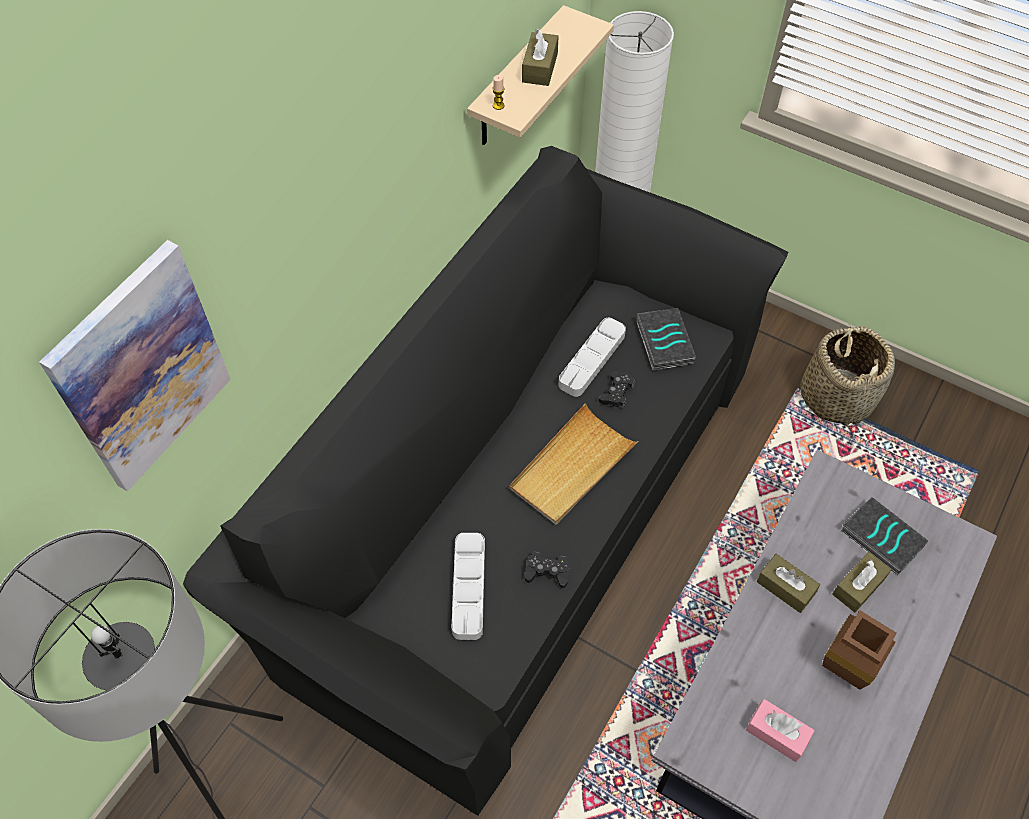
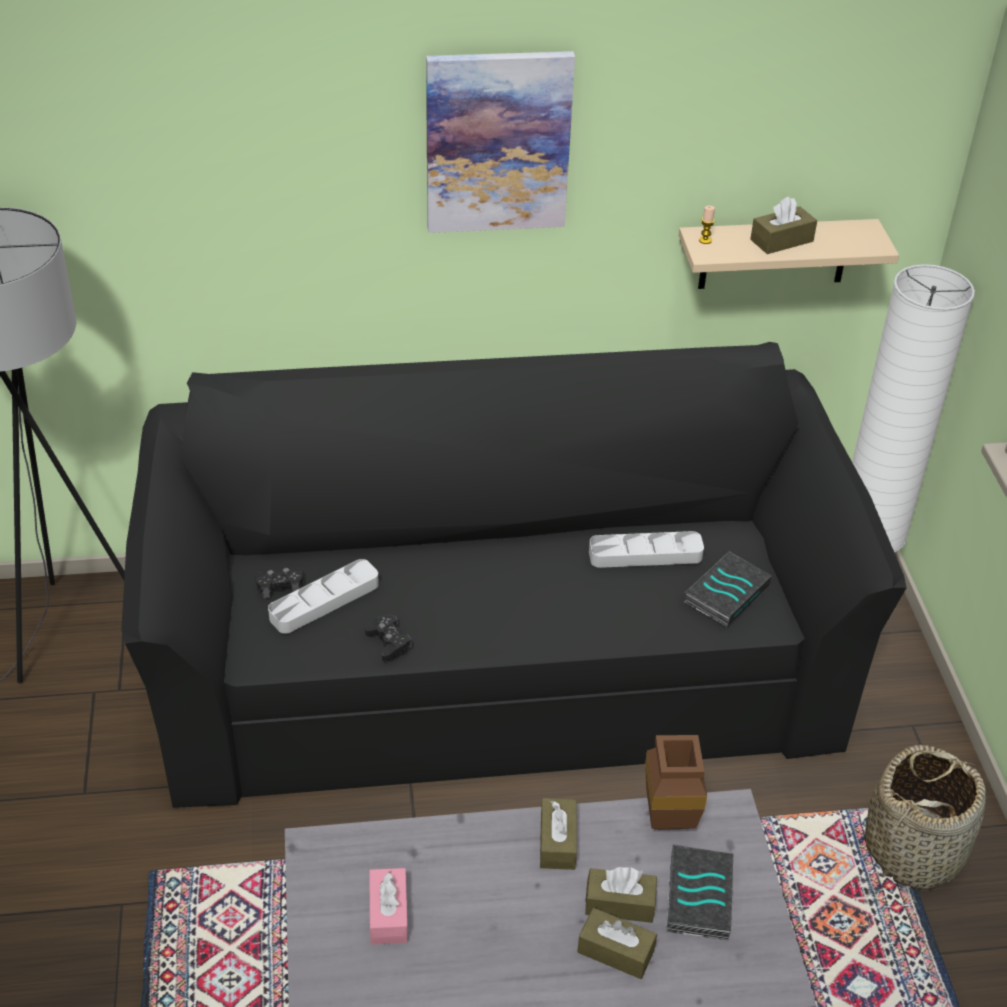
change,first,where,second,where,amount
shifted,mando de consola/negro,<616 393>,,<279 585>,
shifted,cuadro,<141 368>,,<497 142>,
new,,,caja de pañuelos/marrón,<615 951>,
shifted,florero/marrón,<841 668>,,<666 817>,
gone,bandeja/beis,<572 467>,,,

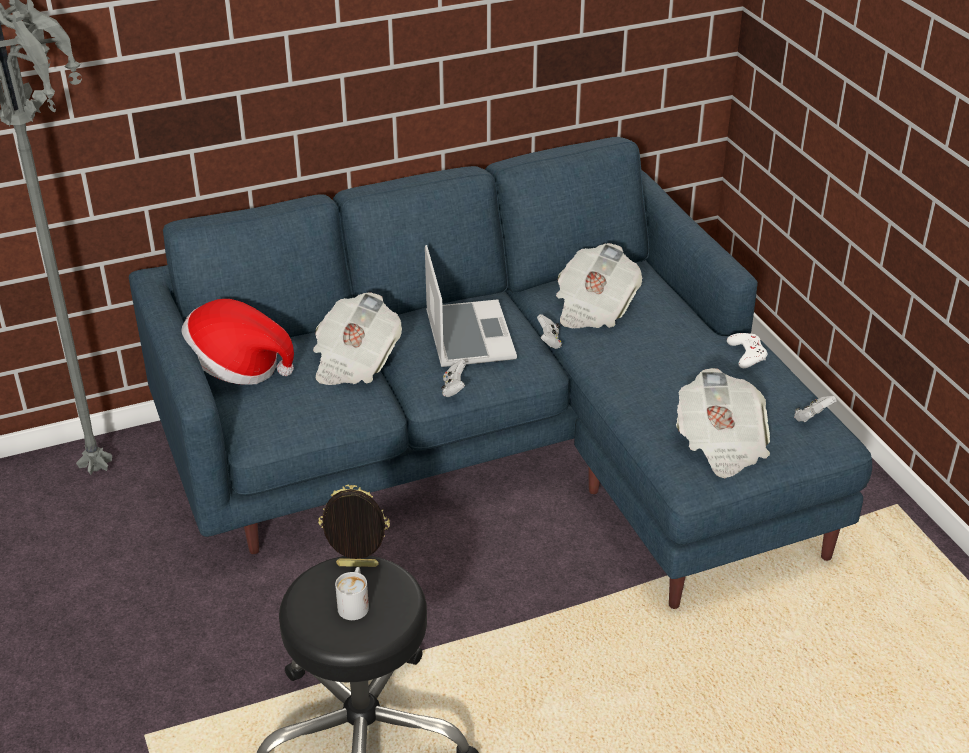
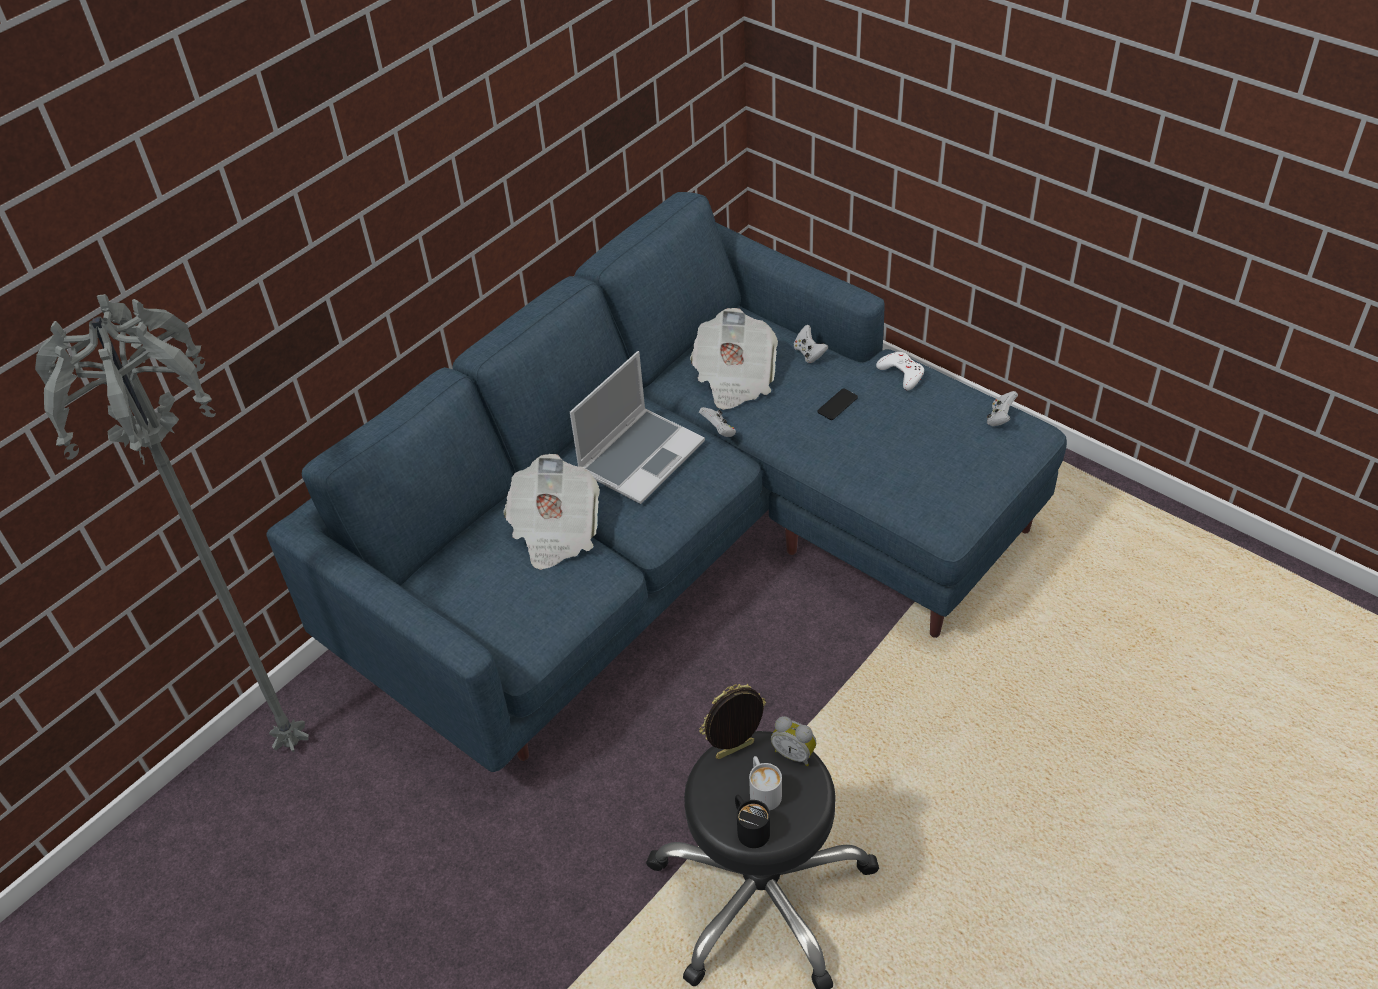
change,first,where,second,where,amount
rotated,portátil,<467 335>,,<641 456>,75 degrees clockwise
new,,,taza grande/negro,<749 828>,
new,,,despertador,<794 753>,
shifted,mando de consola/blanco,<454 389>,,<809 353>,
new,,,móvil,<837 405>,
gone,sombrero,<237 368>,,,
gone,periódico,<721 444>,,,

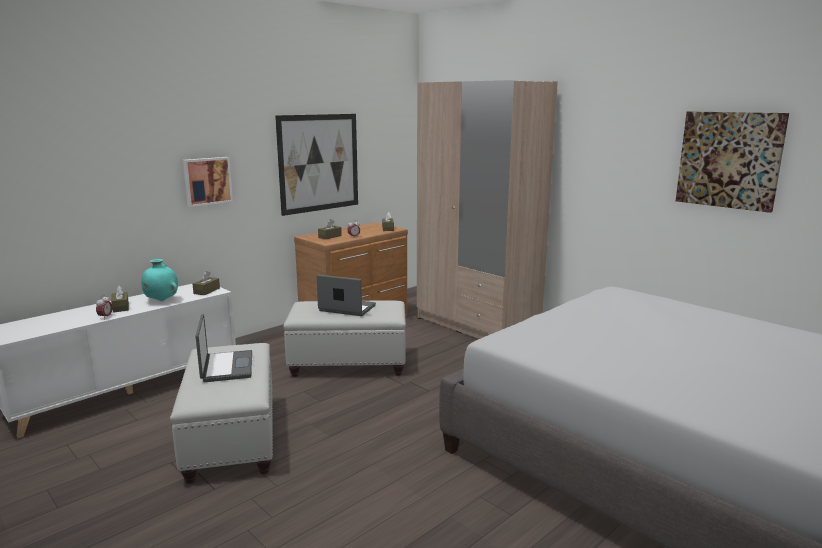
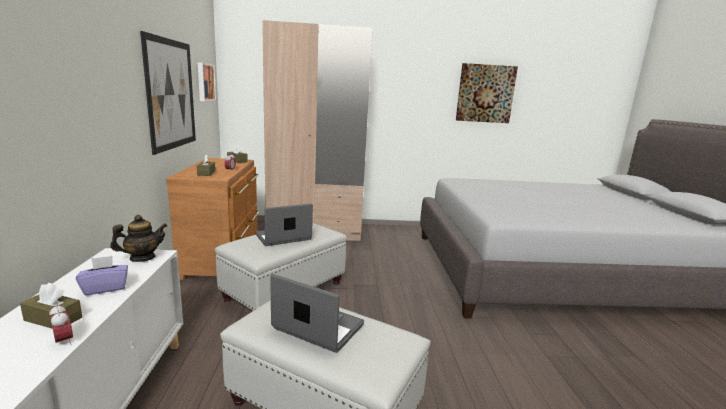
change,first,where,second,where,amount
swapped,florero/turquesa,<161 301>,caja de pañuelos/morado,<105 288>,
swapped,caja de pañuelos/marrón,<206 291>,tetera,<142 258>,
shifted,cuadro,<207 181>,,<205 82>,

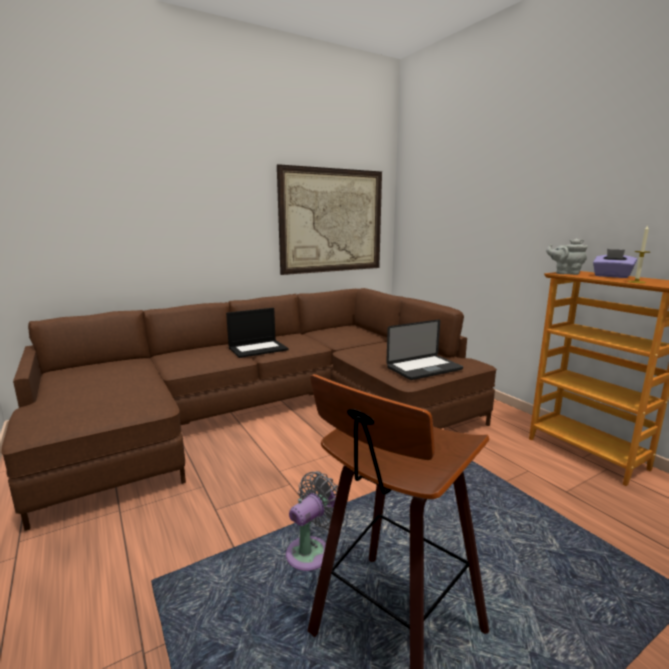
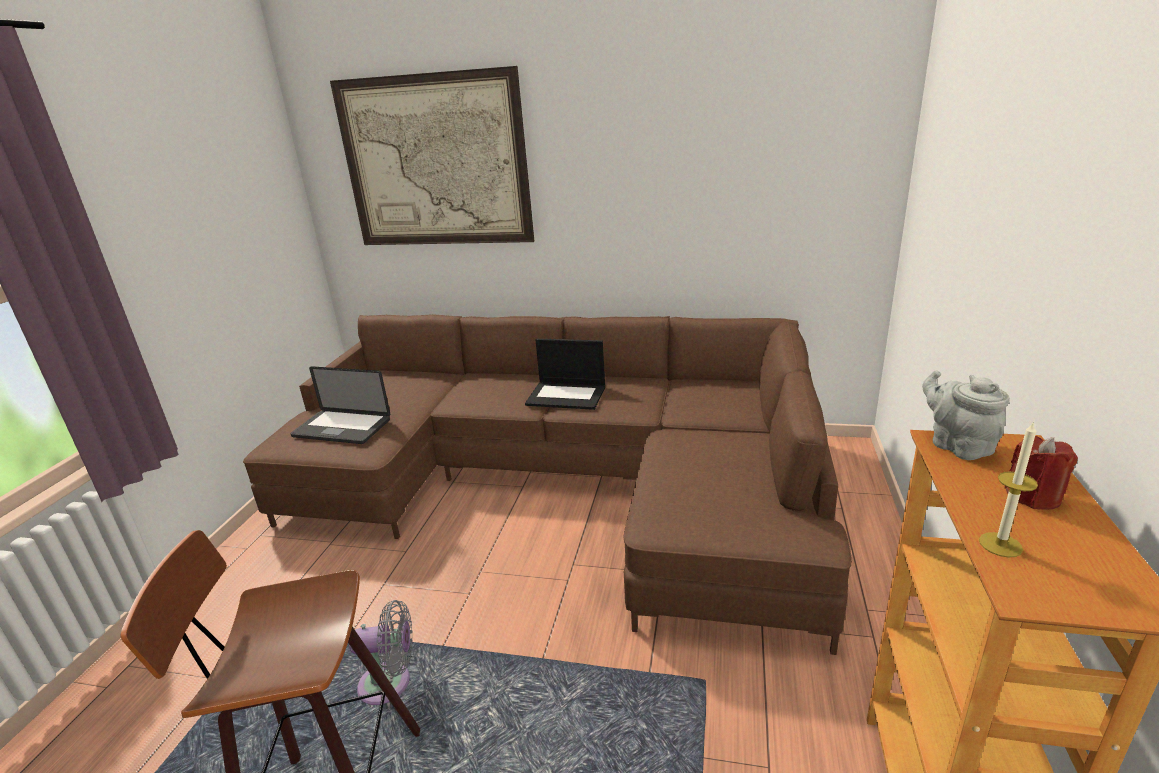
change,first,where,second,where,amount
shifted,portátil,<424 368>,,<342 428>,
shifted,cuadro,<332 221>,,<435 162>,
swapped,caja de pañuelos/morado,<611 276>,vela/rojo,<1033 496>,

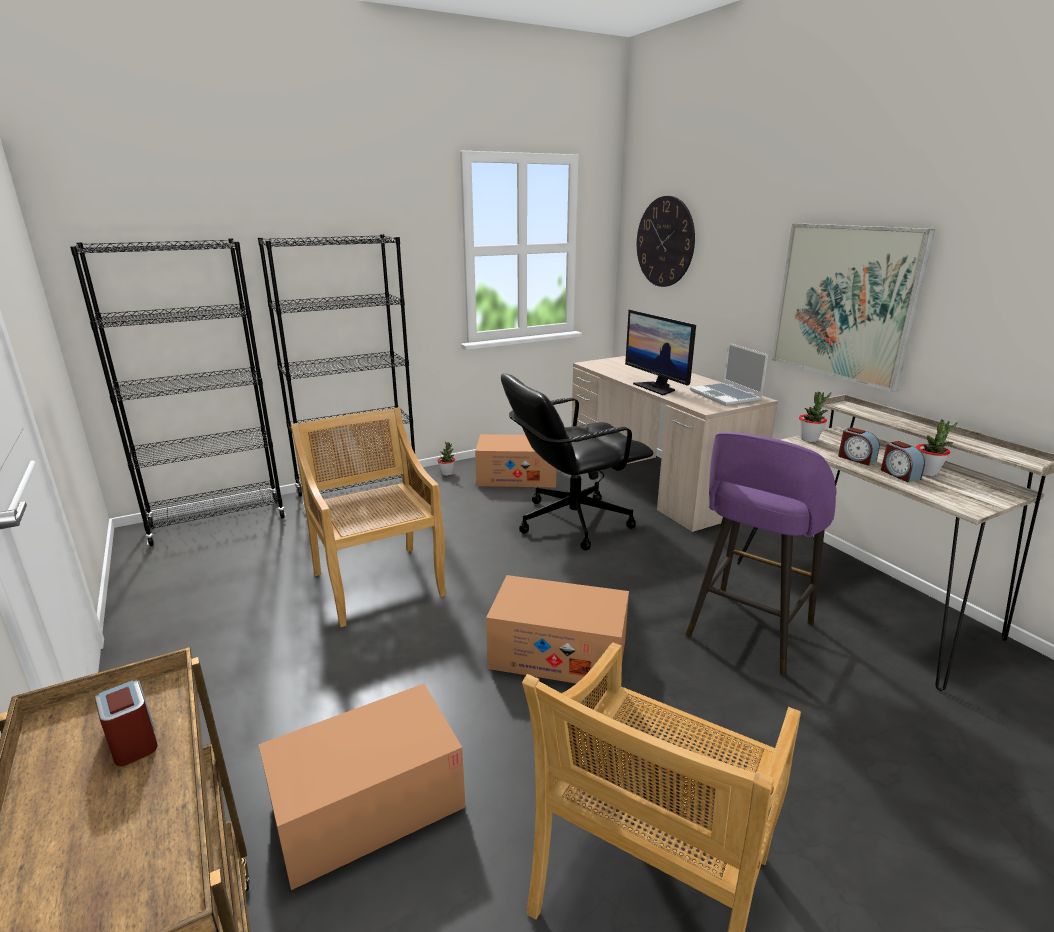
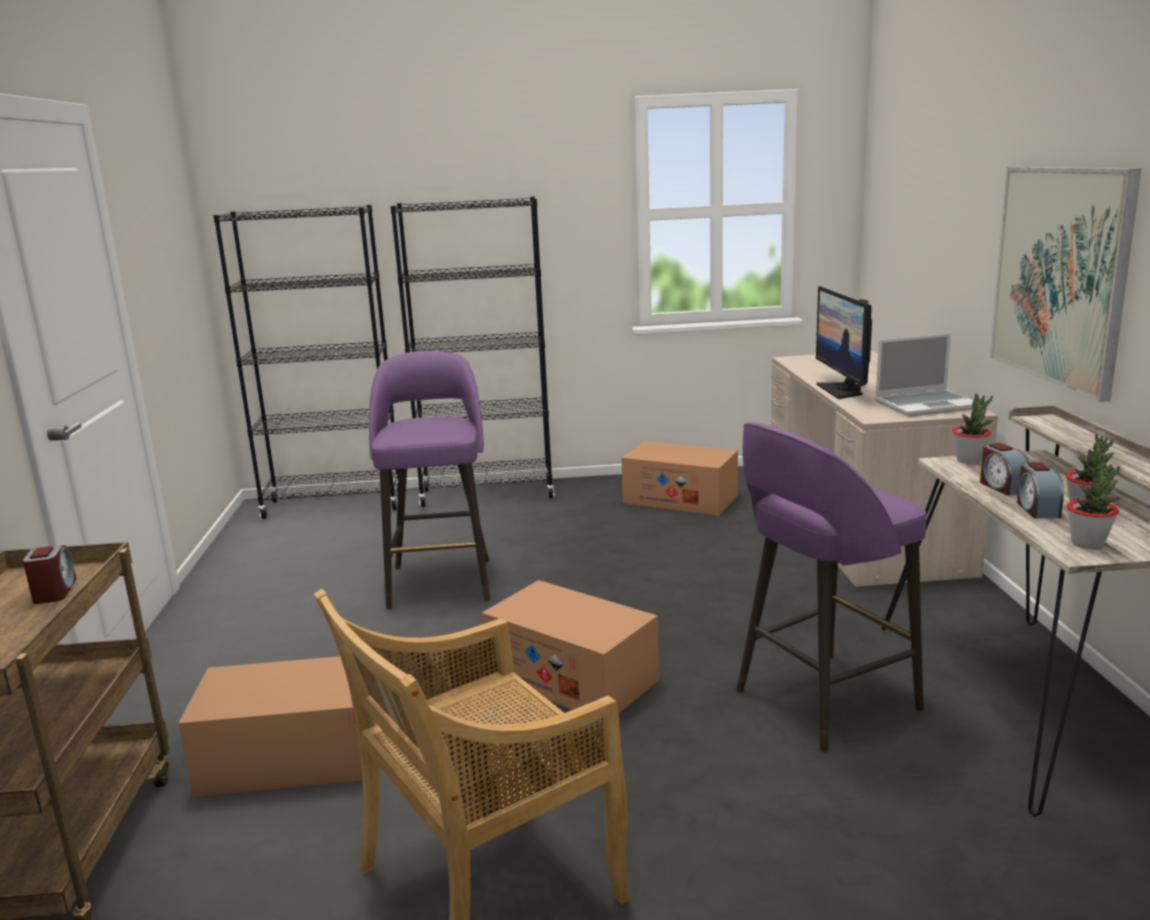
change,first,where,second,where,amount
swapped,silla/beis,<378 583>,taburete/morado,<441 581>,
rotated,portátil,<726 396>,,<927 405>,105 degrees counterclockwise
shifted,planta en maceta,<447 473>,,<1087 544>,
gone,silla de oficina/negro,<572 521>,,,
gone,reloj de pared,<665 242>,,,

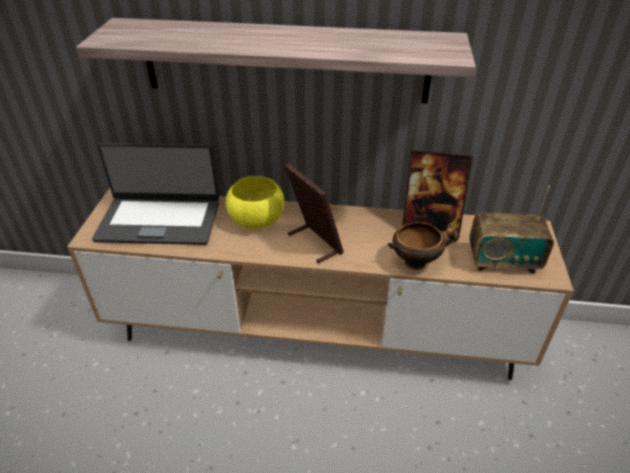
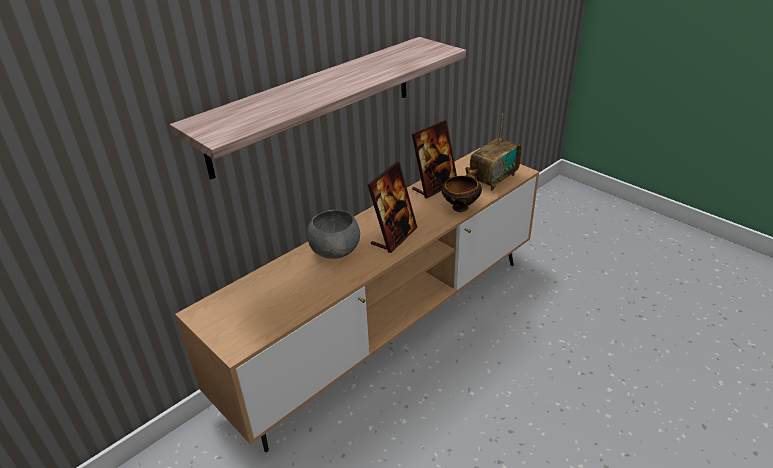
change,first,where,second,where,amount
repainted,cuenco/amarillo,<256 220>,cuenco/gris,<334 251>,
rotated,portarretratos,<314 243>,,<394 236>,120 degrees clockwise
gone,portátil,<159 220>,,,

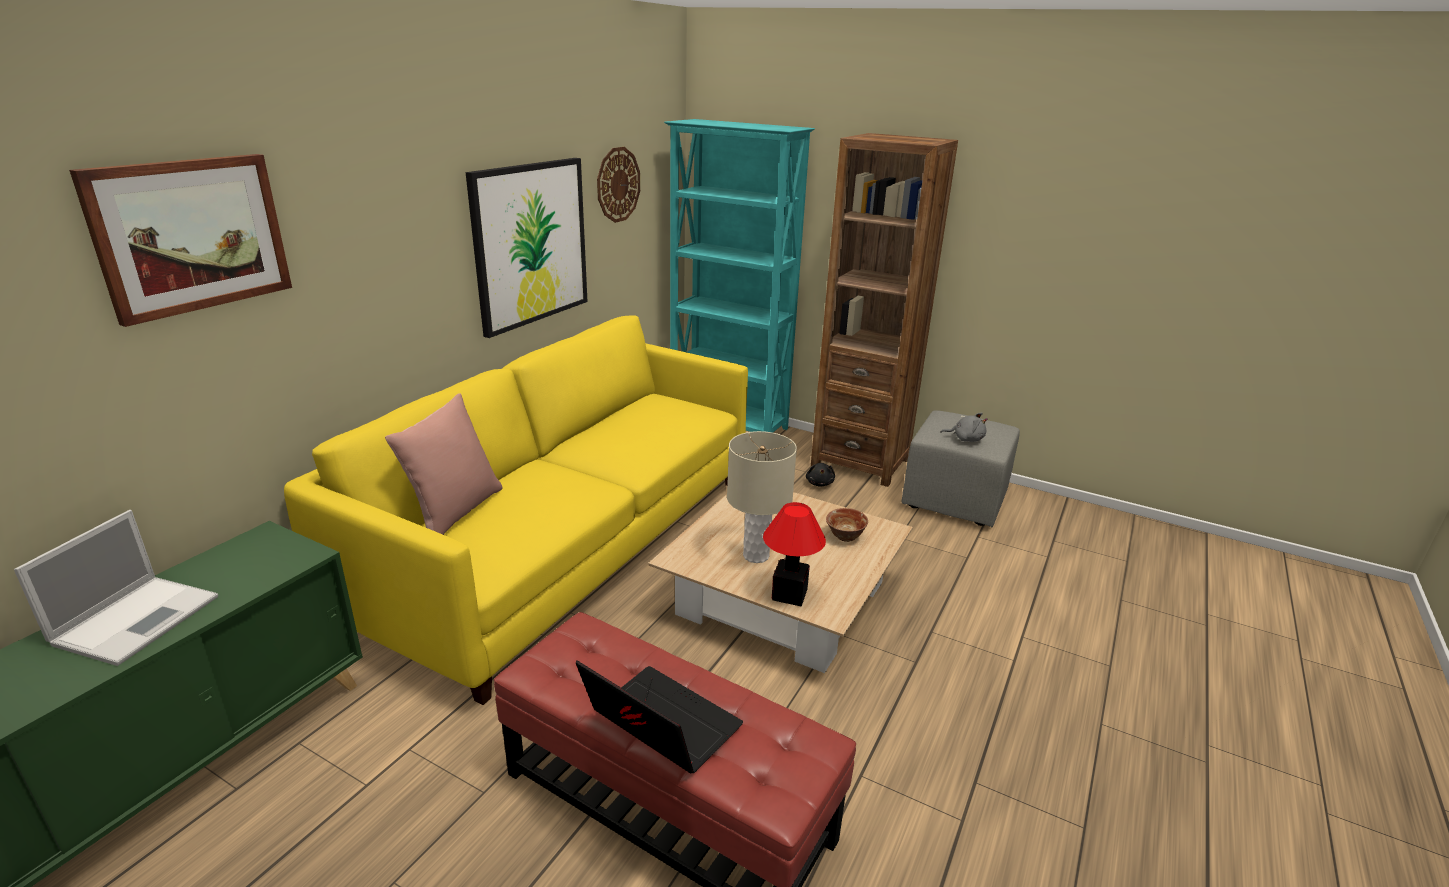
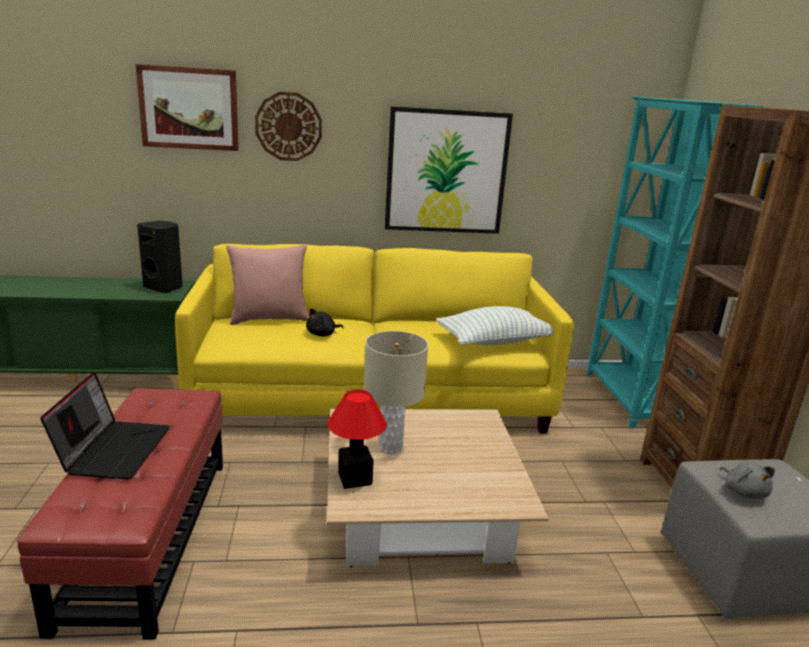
change,first,where,second,where,amount
new,,,altavoz/negro,<164 287>,
shifted,reloj de pared,<618 184>,,<288 126>,
shifted,peluche/negro,<819 483>,,<322 334>,
new,,,cojín,<495 341>,
gone,portátil,<139 618>,,,
gone,cuenco,<845 537>,,,

